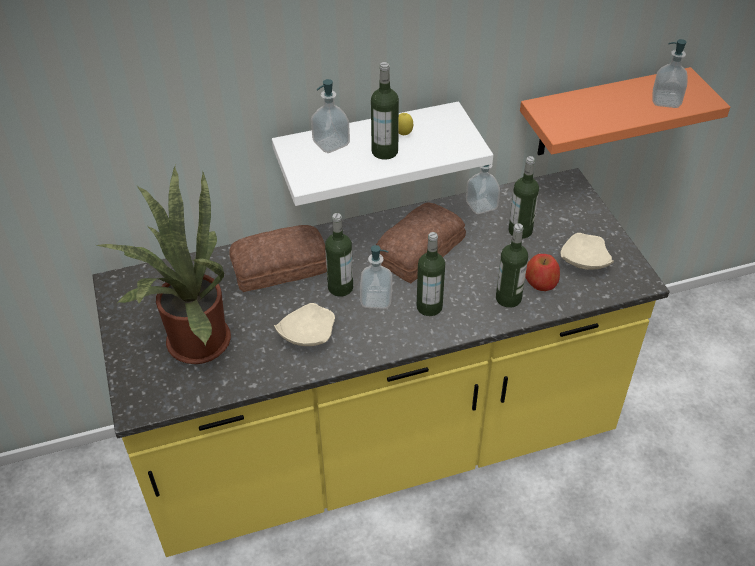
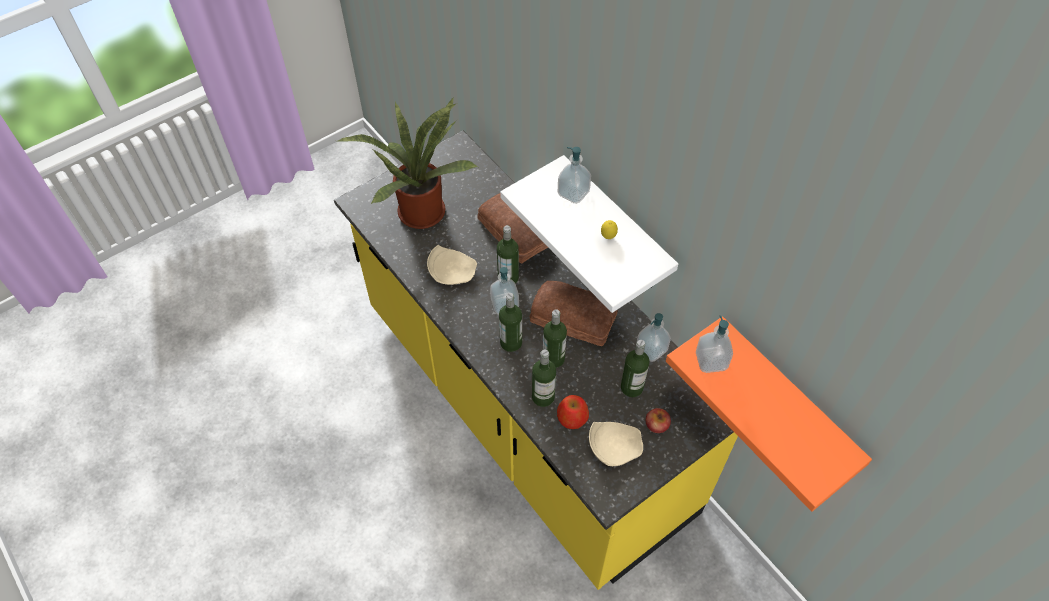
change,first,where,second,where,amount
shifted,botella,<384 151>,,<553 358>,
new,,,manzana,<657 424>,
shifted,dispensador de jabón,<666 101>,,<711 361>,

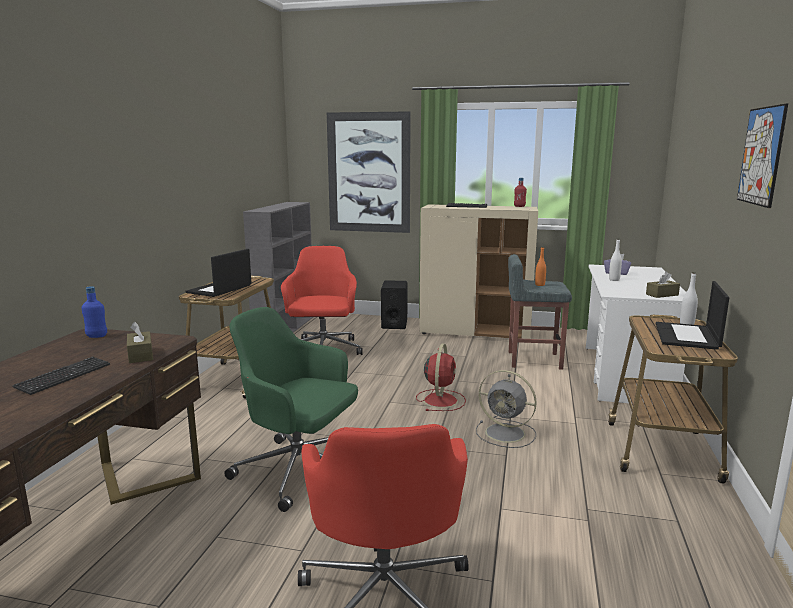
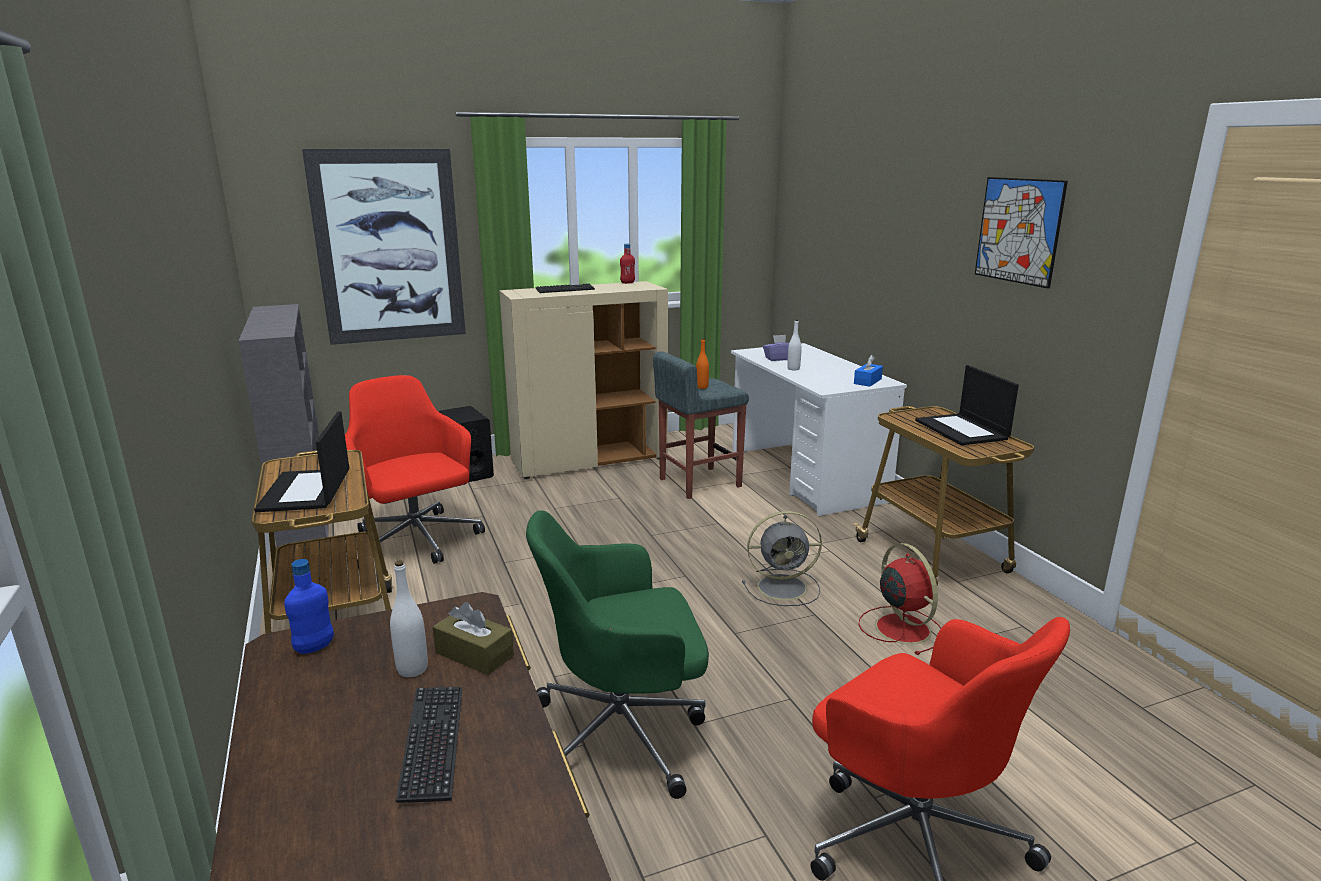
change,first,where,second,where,amount
shifted,botella/blanco,<686 324>,,<412 669>,
repainted,caja de pañuelos/marrón,<662 295>,caja de pañuelos/azul,<867 381>,
shifted,ventilador/rojo,<440 400>,,<901 627>,

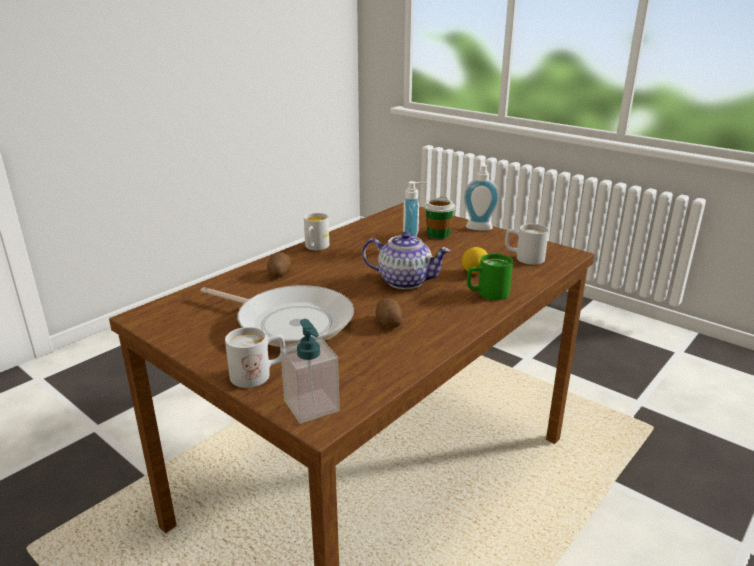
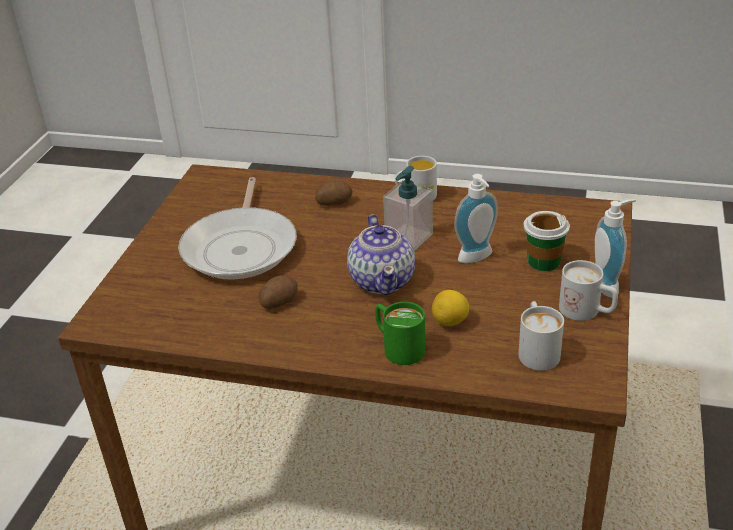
change,first,where,second,where,amount
shifted,dispensador de jabón,<311 406>,,<408 237>,
shifted,taza grande/blanco,<259 374>,,<587 312>,

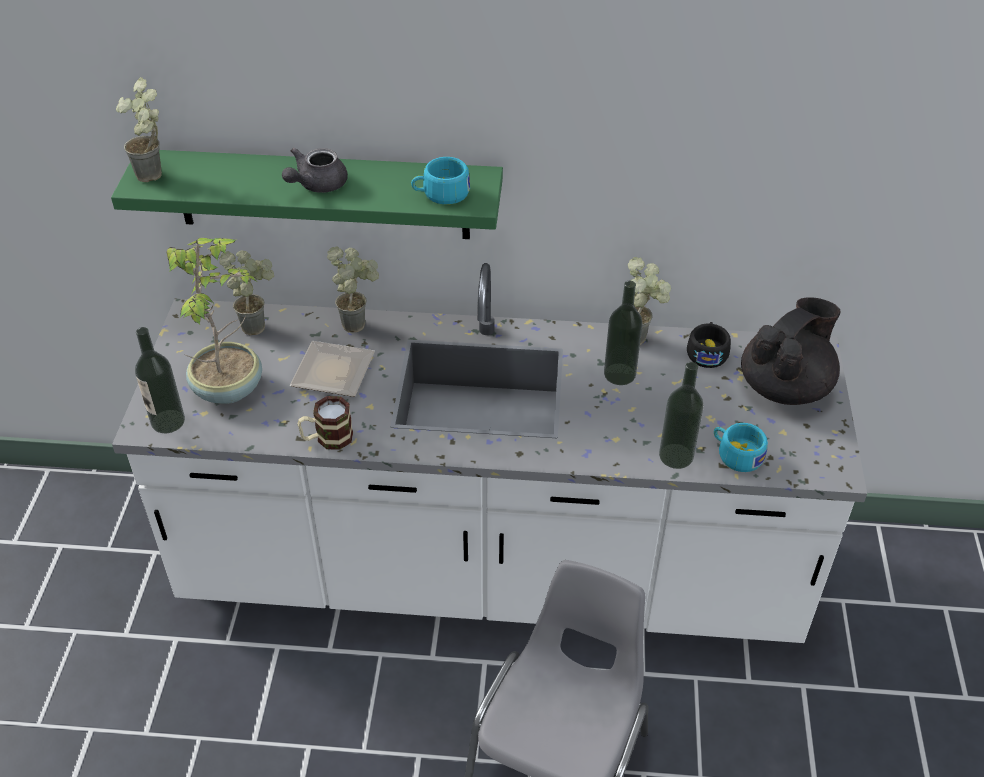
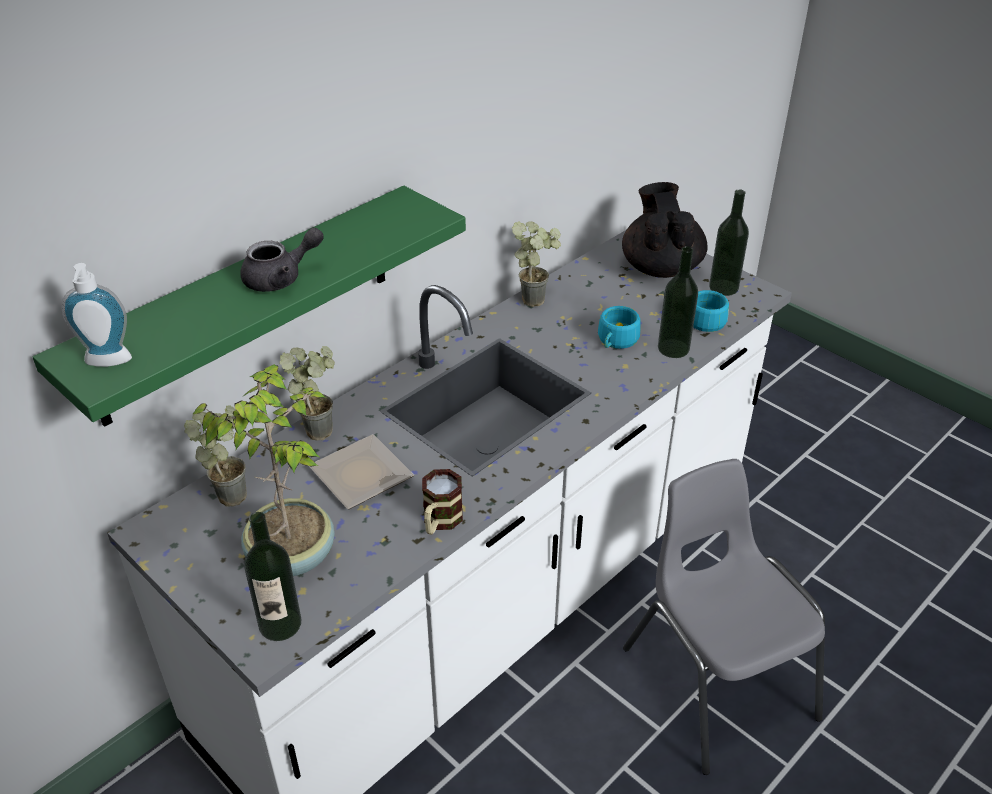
change,first,where,second,where,amount
swapped,planta en maceta,<156 177>,dispensador de jabón,<107 363>,
rotated,tetera/gris,<316 185>,,<281 278>,105 degrees counterclockwise
shifted,taza/turquesa,<441 194>,,<616 341>,
shifted,botella,<619 374>,,<723 287>,
gone,taza/negro,<707 352>,,,

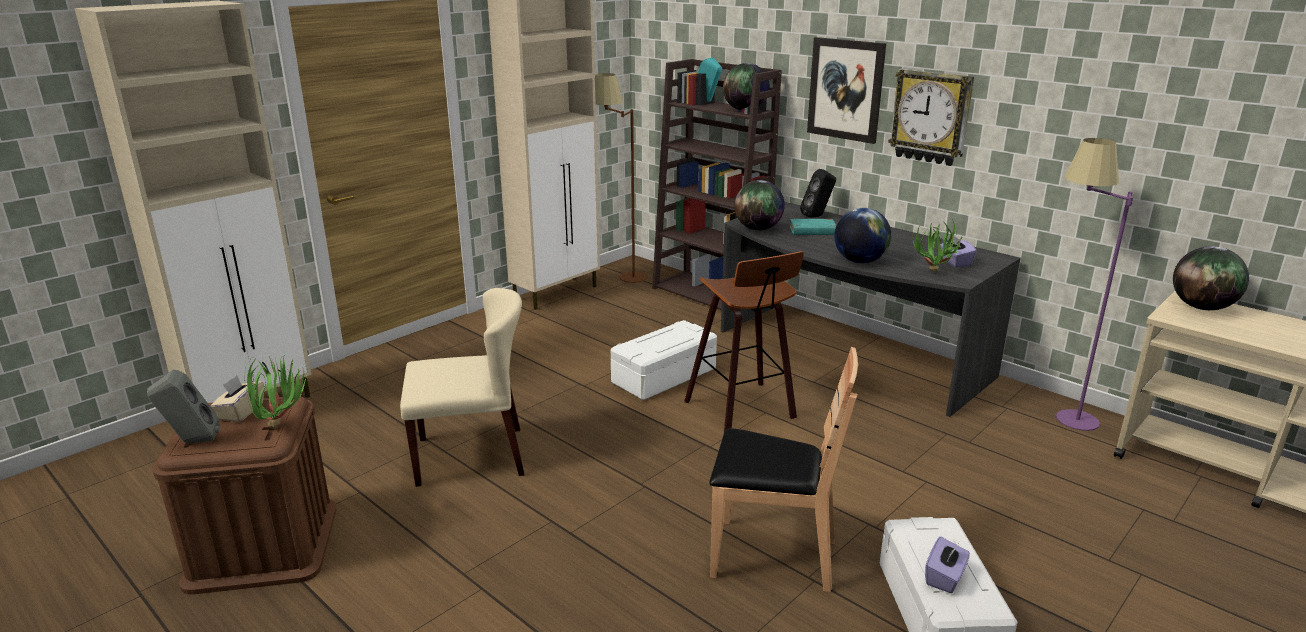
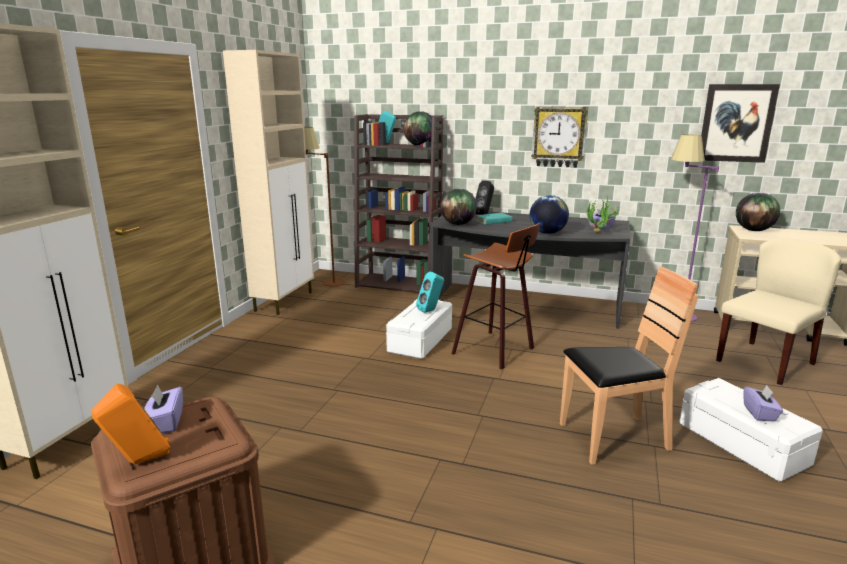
change,first,where,second,where,amount
repainted,altavoz/gris,<191 442>,altavoz/naranja,<138 462>,
repainted,caja de pañuelos/beis,<241 412>,caja de pañuelos/morado,<165 423>,
new,,,altavoz/turquesa,<431 310>,
shifted,cuadro,<845 89>,,<736 123>,
shifted,silla/beis,<471 455>,,<764 362>,
gone,planta en maceta,<281 423>,,,

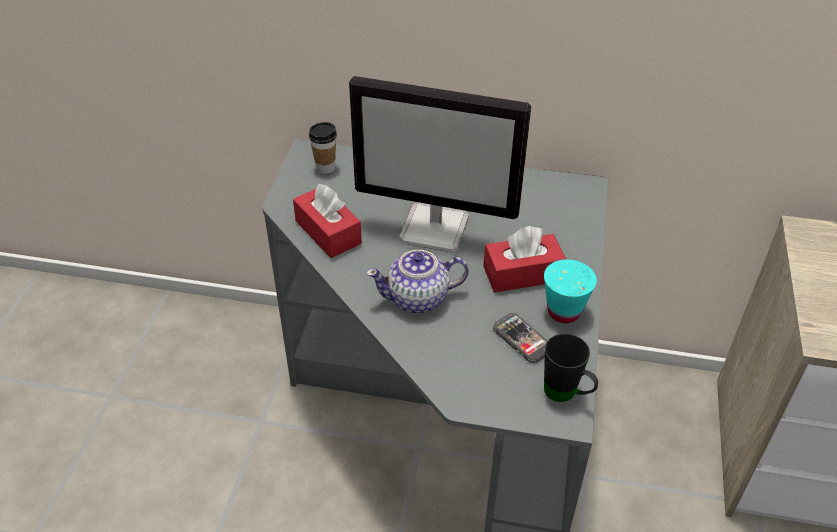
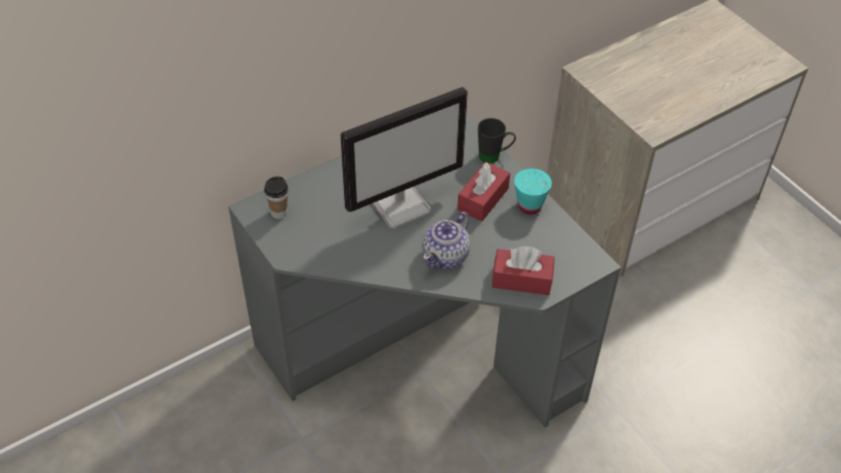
change,first,where,second,where,amount
shifted,taza grande/negro,<566 394>,,<494 156>,
shifted,caja de pañuelos/rojo,<328 232>,,<522 279>,
gone,móvil,<522 339>,,,

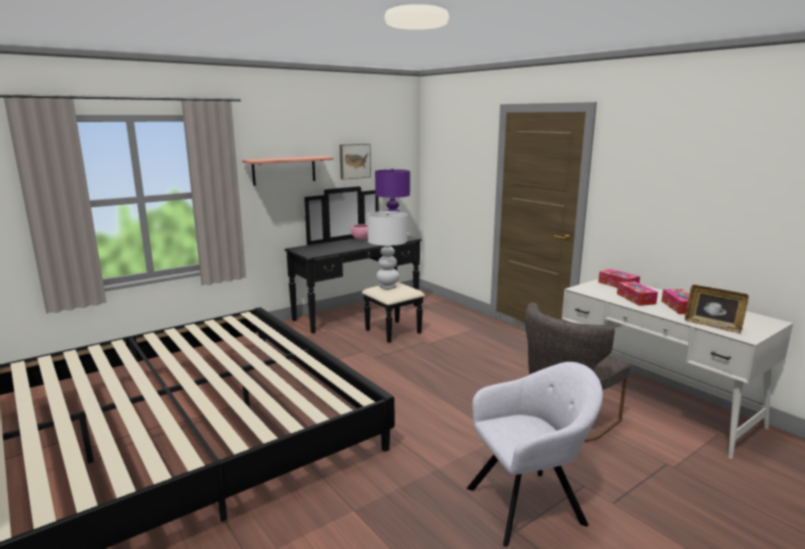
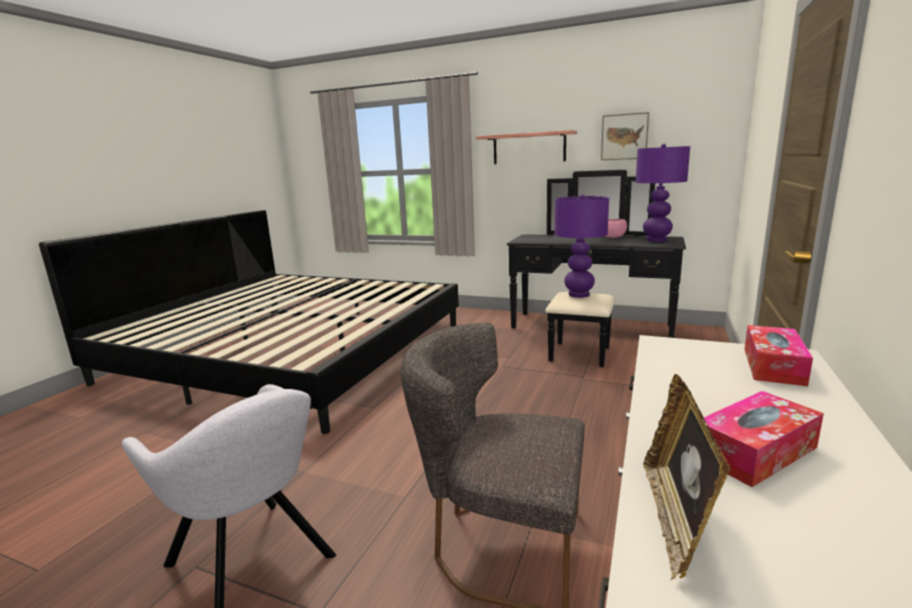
change,first,where,second,where,amount
repainted,lámpara de mesa/blanco,<387 287>,lámpara de mesa/morado,<578 295>,
gone,caja de pañuelos,<635 299>,,,

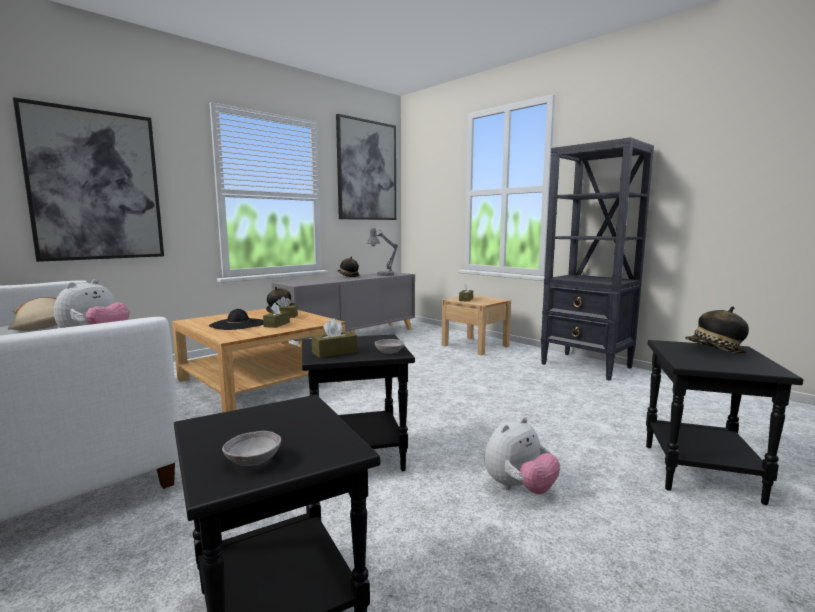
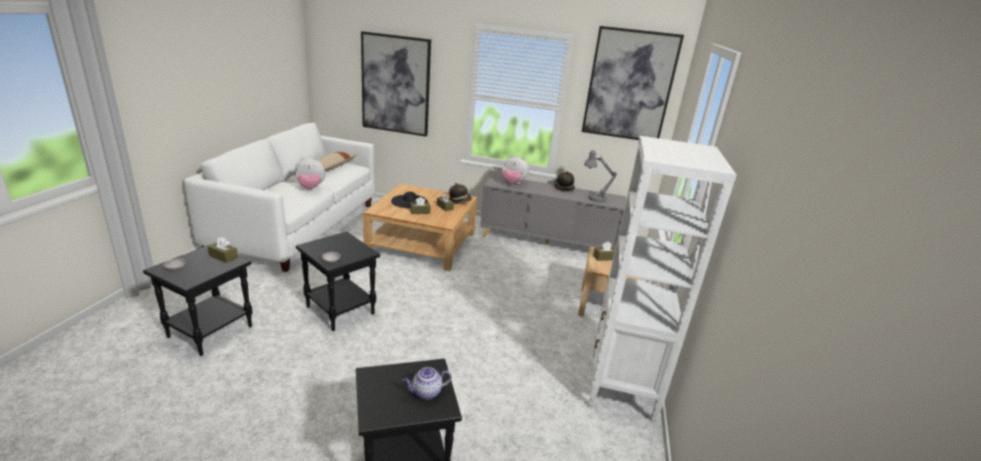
change,first,where,second,where,amount
shifted,caja de pañuelos/marrón,<334 352>,,<223 257>,
swapped,sombrero,<714 350>,tetera,<426 392>,
shifted,peluche,<519 488>,,<513 183>,
repainted,estantería/negro,<586 366>,estantería/blanco,<621 387>,

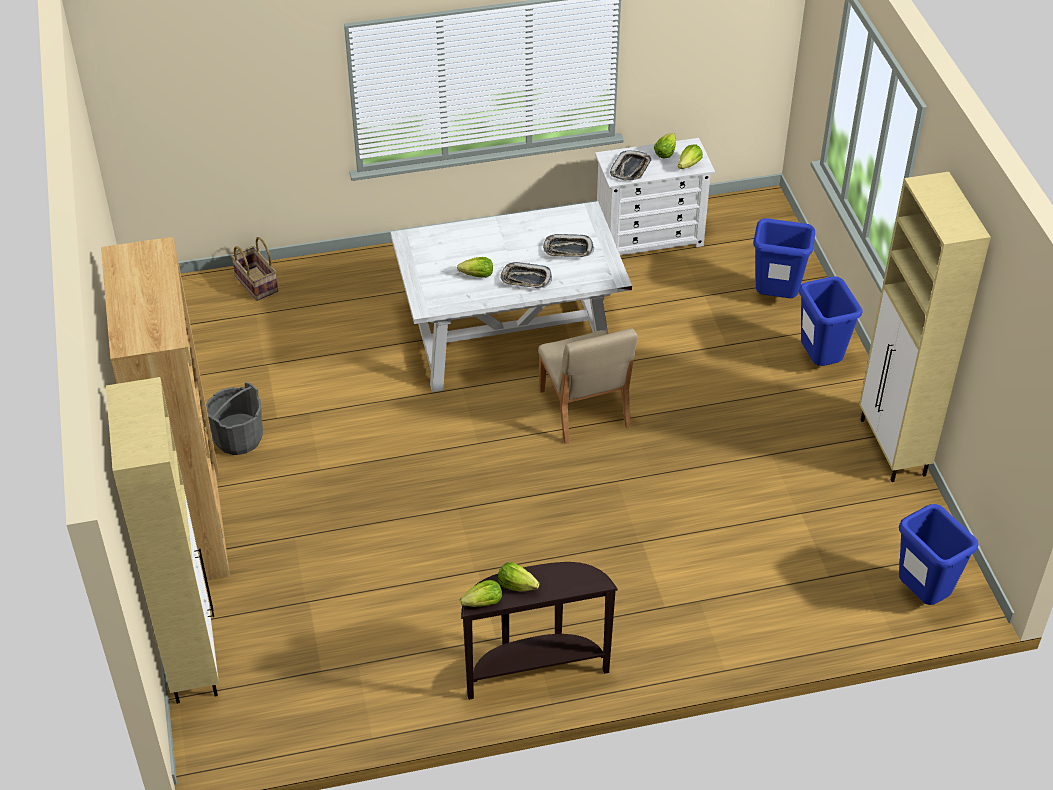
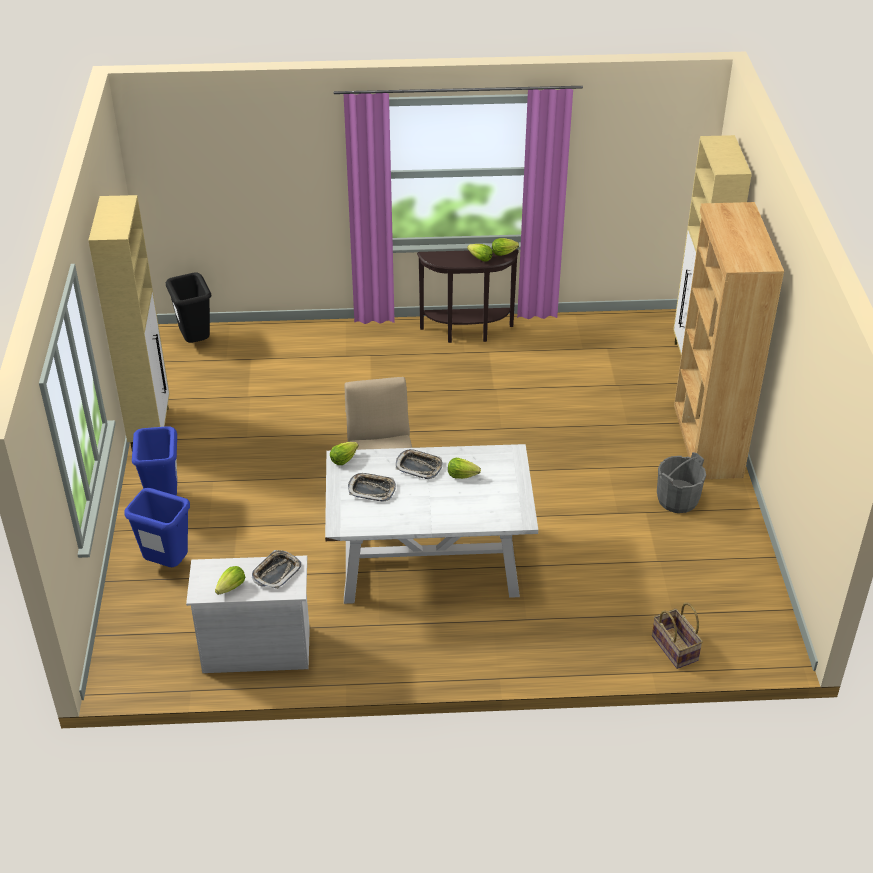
change,first,where,second,where,amount
repainted,papelera/azul,<921 595>,papelera/negro,<196 342>,
shifted,lechuga,<689 165>,,<343 459>,

